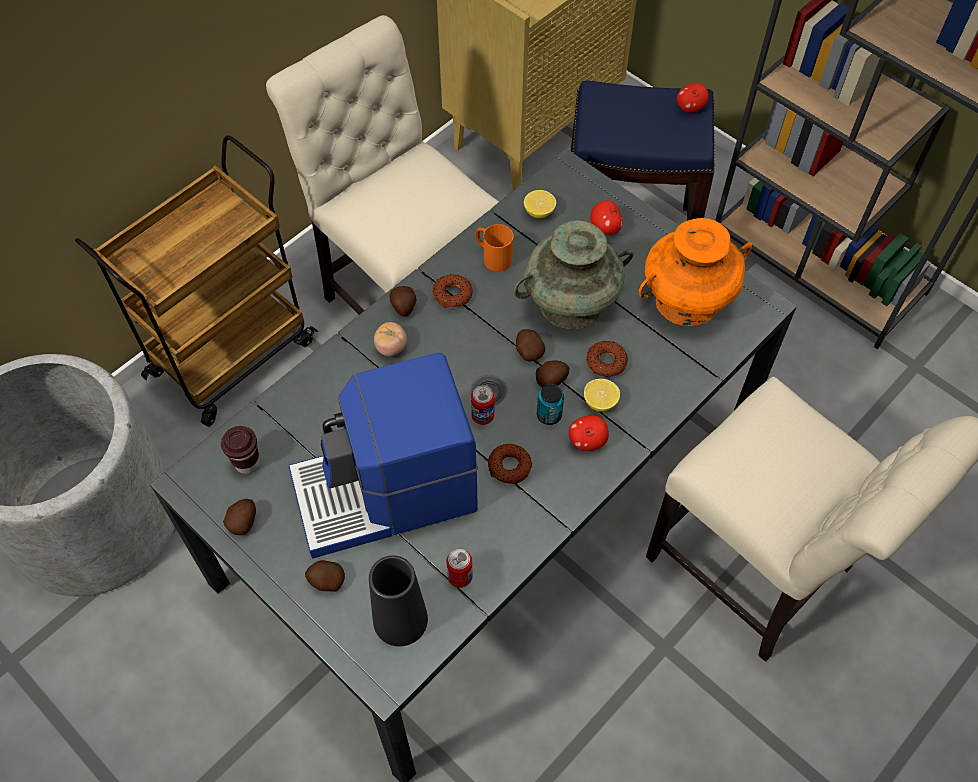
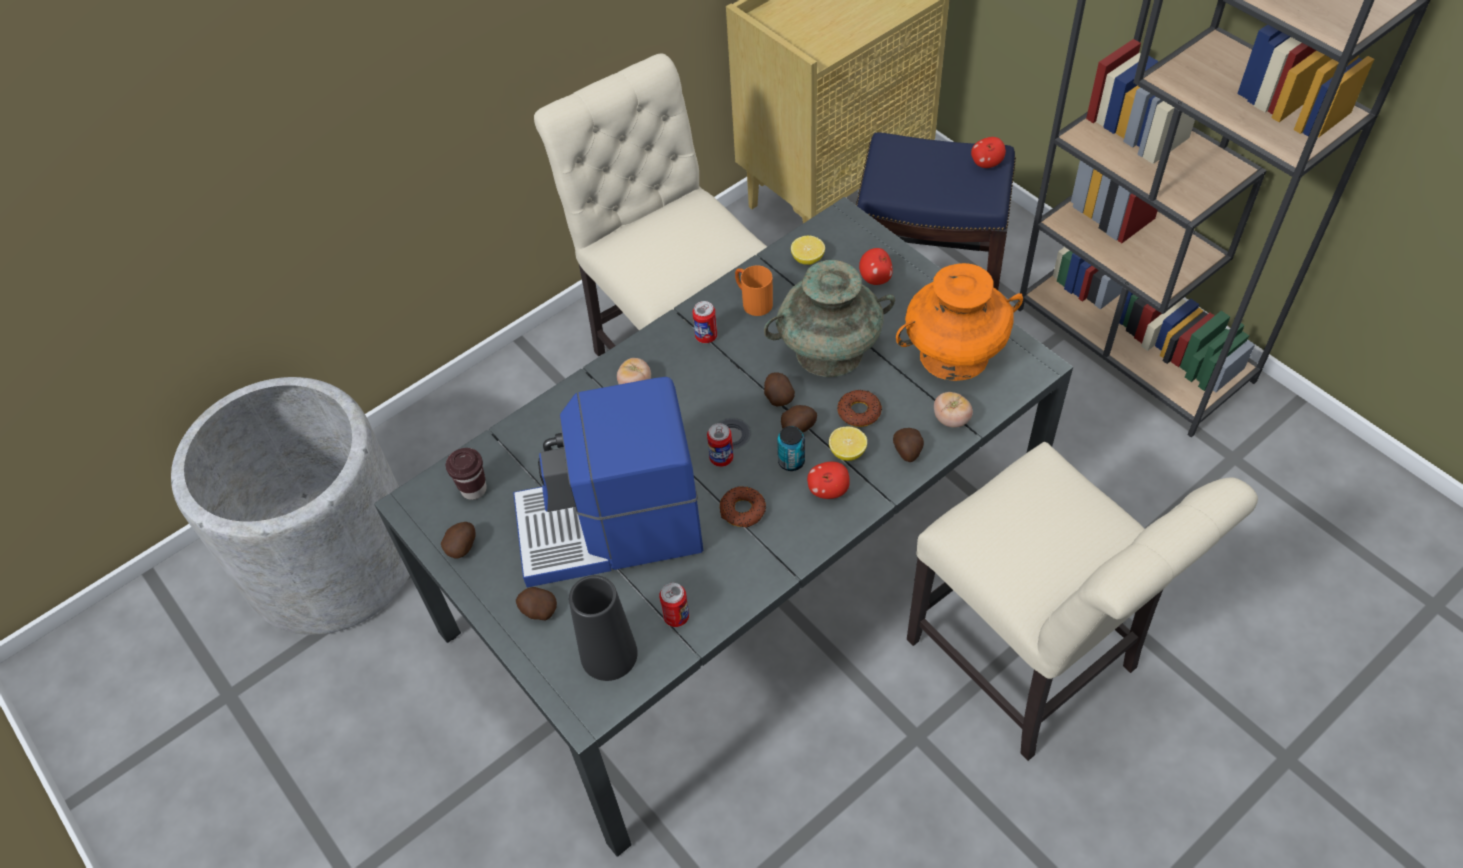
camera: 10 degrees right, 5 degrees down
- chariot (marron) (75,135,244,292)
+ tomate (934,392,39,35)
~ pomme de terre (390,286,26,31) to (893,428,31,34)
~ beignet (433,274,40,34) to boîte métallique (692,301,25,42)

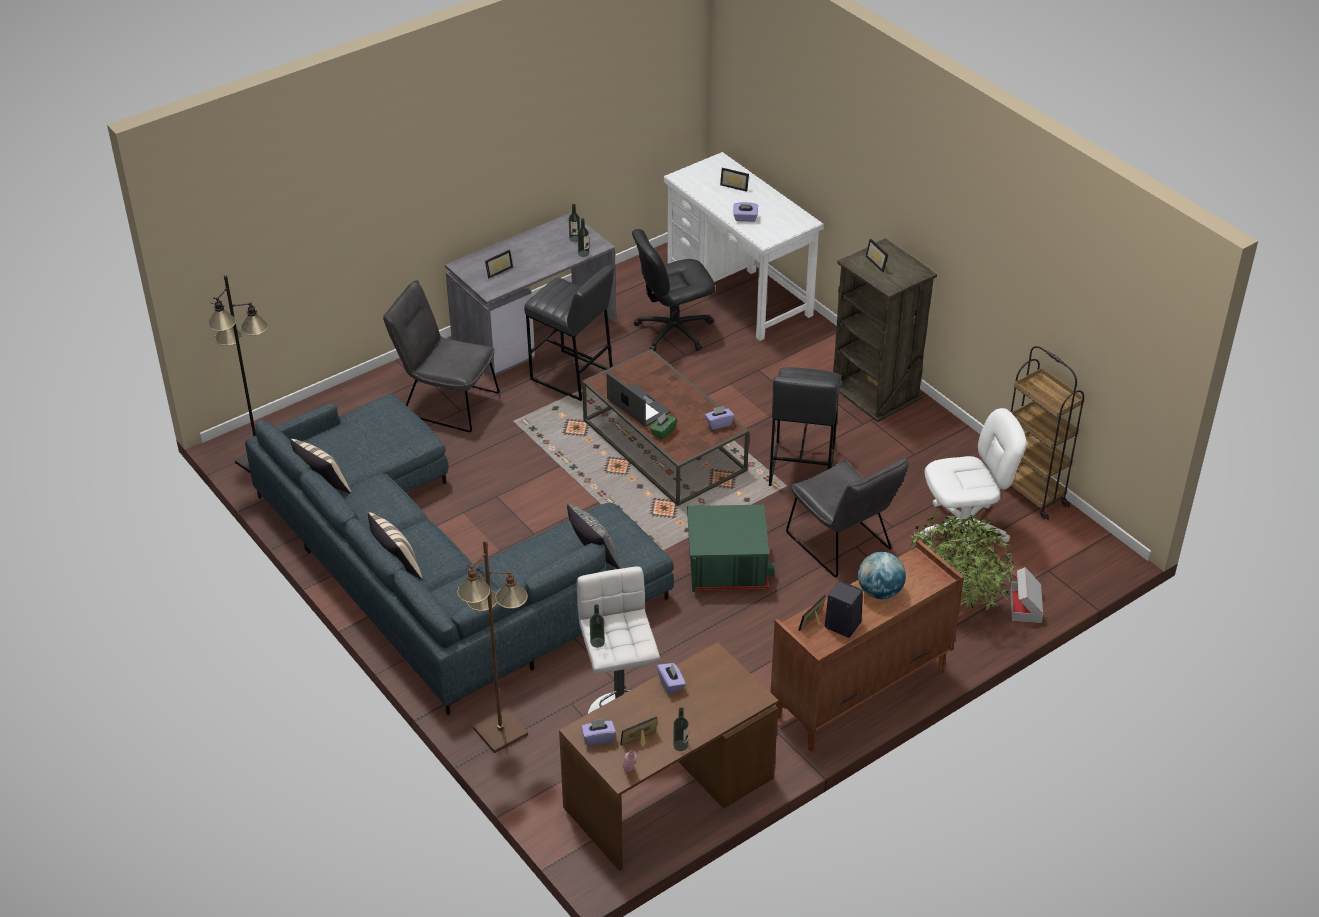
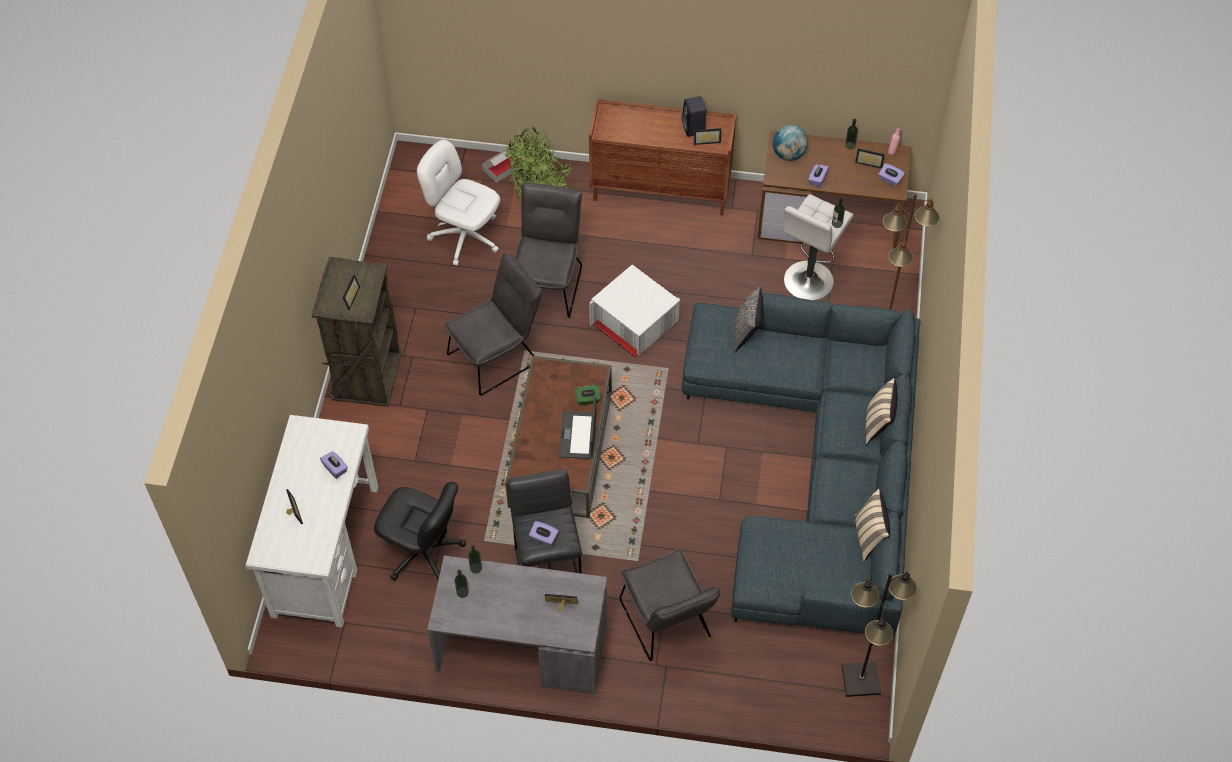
camera: 135 degrees left, 15 degrees up
- chariot (marron) (1011,346,74,174)
~ boîte à mouchoirs (violet) (705,406,29,24) to (529,521,30,25)
~ globe (858,552,48,47) to (772,125,36,36)
~ tabouret (gris) (769,367,72,119) to chaise (gris) (444,253,98,143)
~ boîte de rangement (vert) (687,503,88,89) to boîte de rangement (blanc) (589,264,91,93)

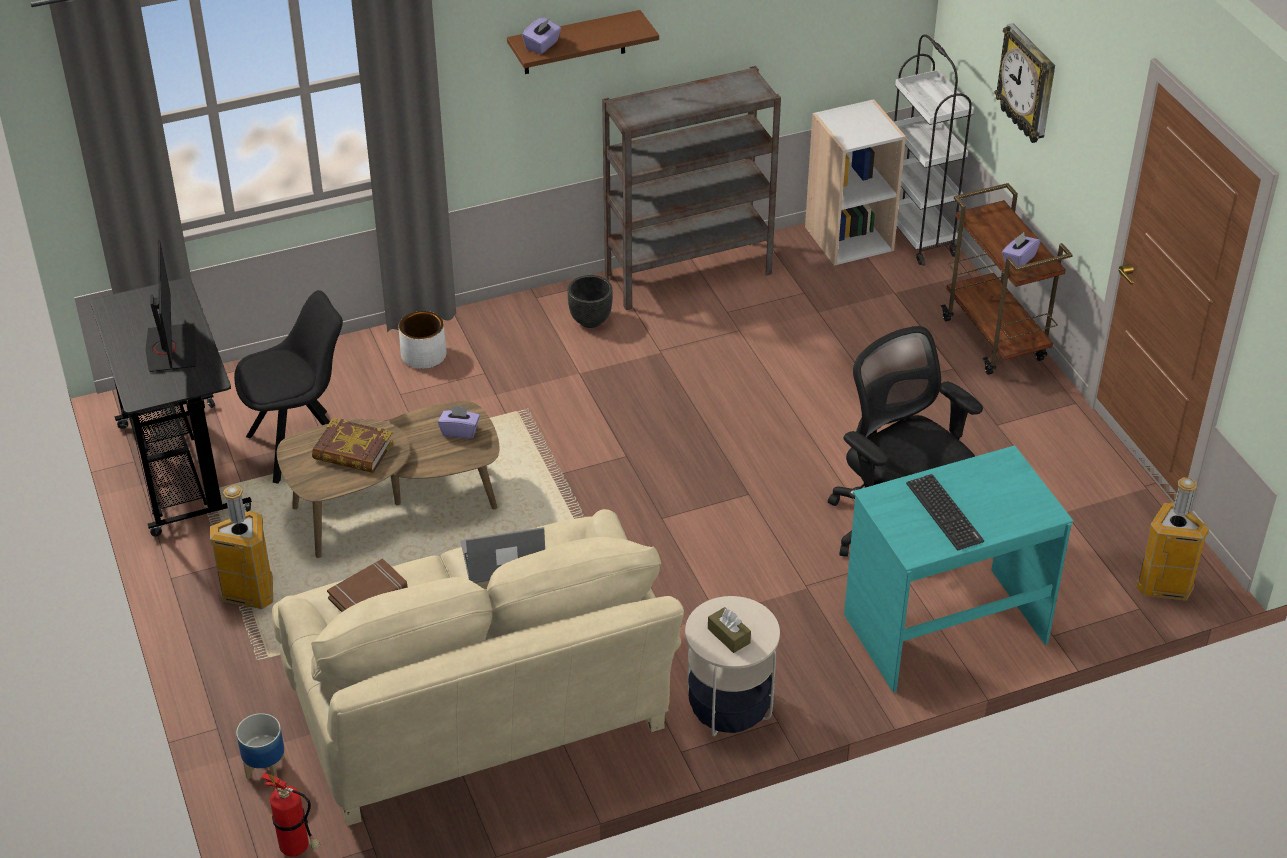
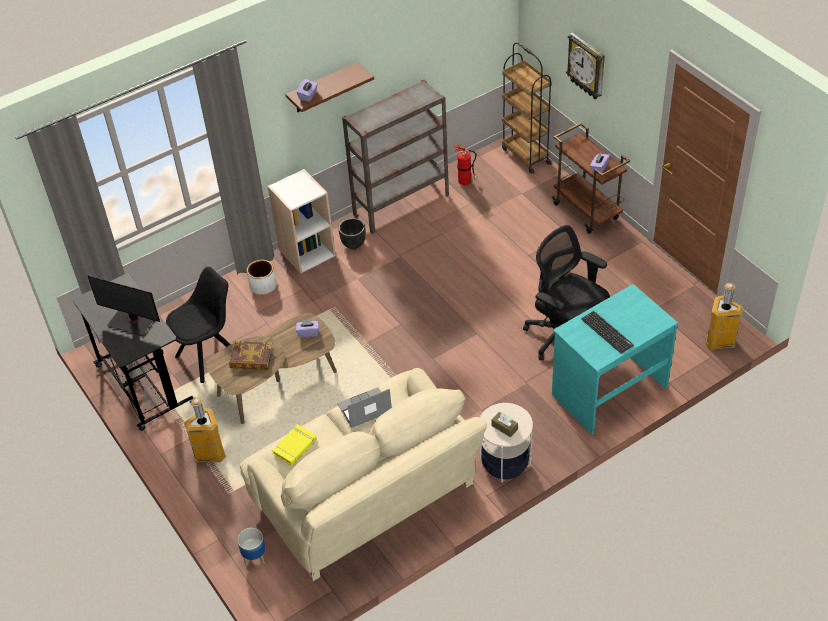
camera: 10 degrees left, 5 degrees up
~ extincteur (261,773,59,84) to (454,144,24,42)
~ bibliothèque (805,99,101,167) to (268,169,68,105)
~ livre (marron) (327,558,81,54) to livre (jaune) (272,424,45,42)
~ chariot (blanc) (894,34,80,232) to chariot (marron) (502,43,50,131)
~ écran d'ordinateur (145,239,51,133) = (88,276,72,60) 135 degrees clockwise

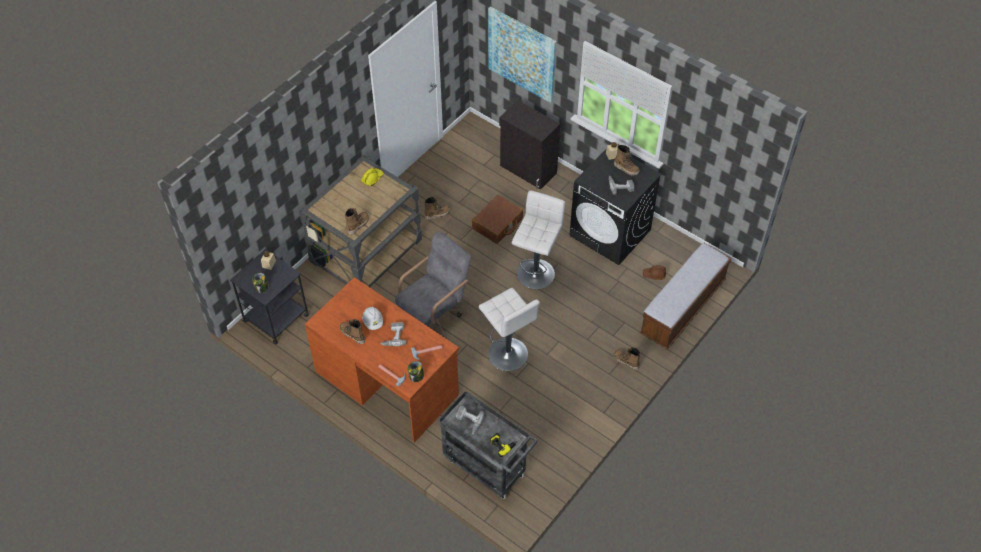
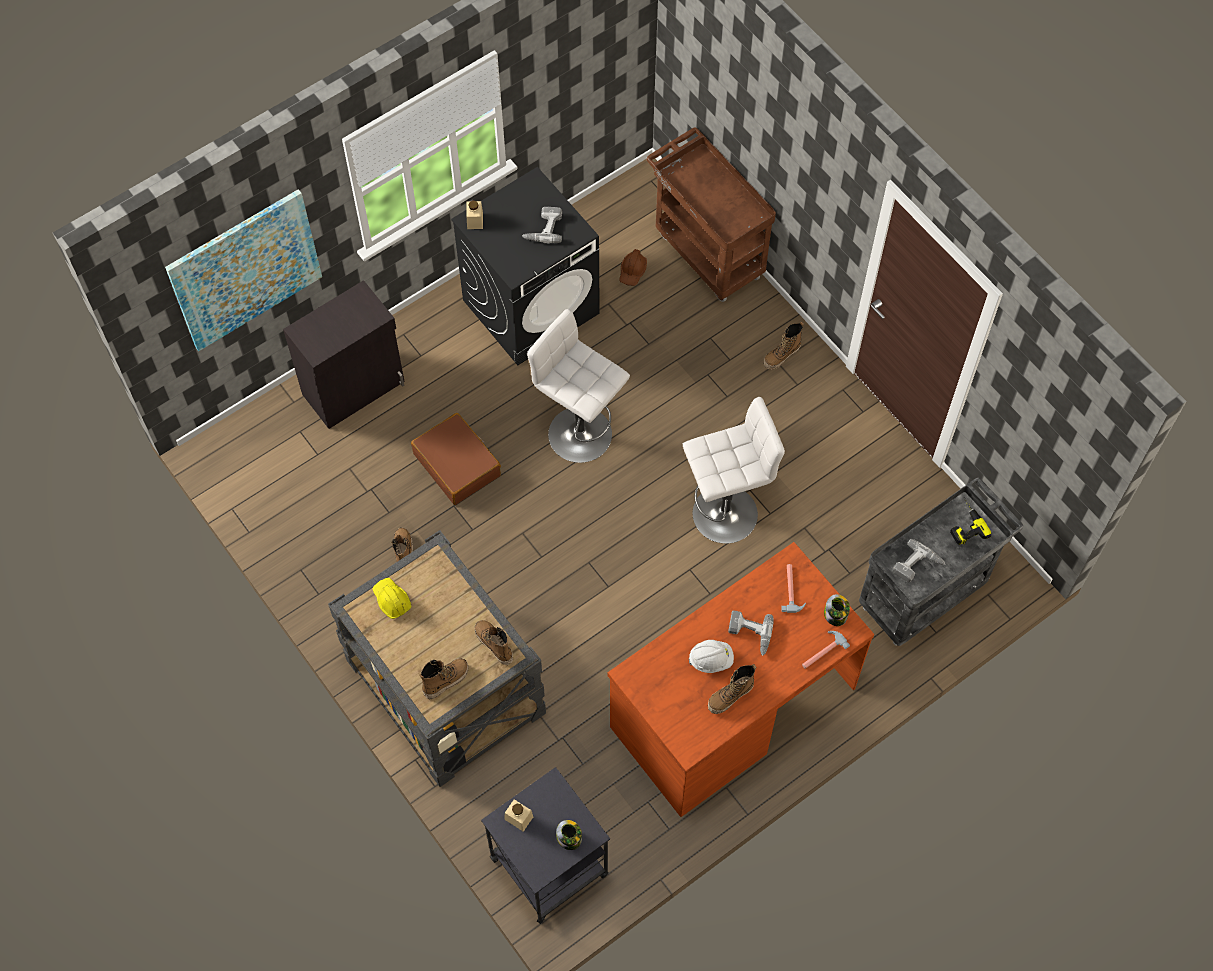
camera: 75 degrees left, 10 degrees up
- chaise de bureau (gris) (395,231,76,107)
~ botte (614,144,26,32) to (419,658,50,41)
~ banc (640,243,91,106) to chariot (marron) (647,127,129,175)

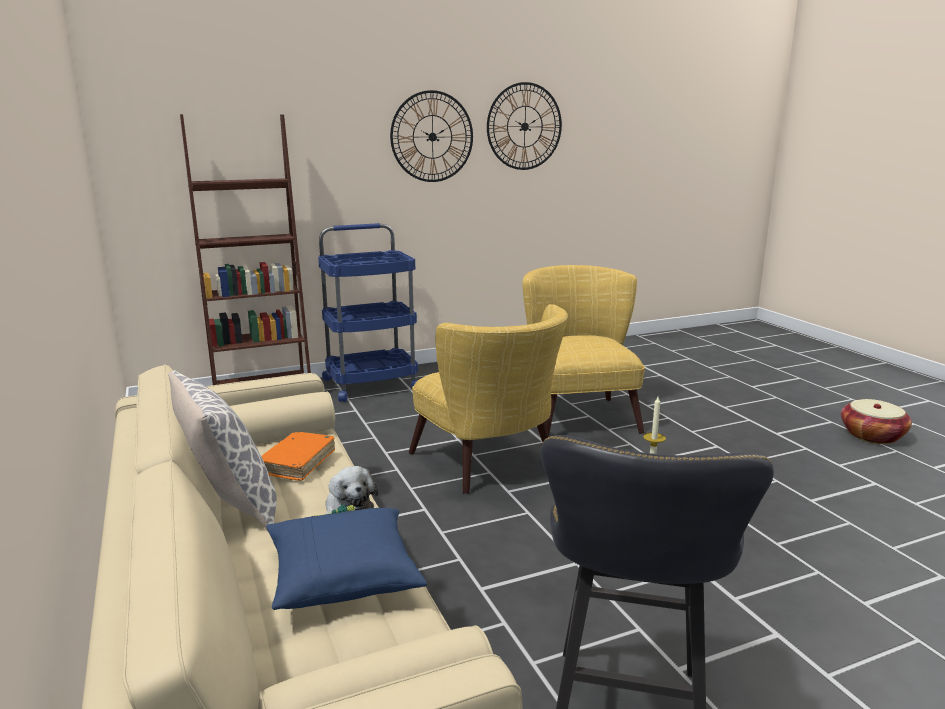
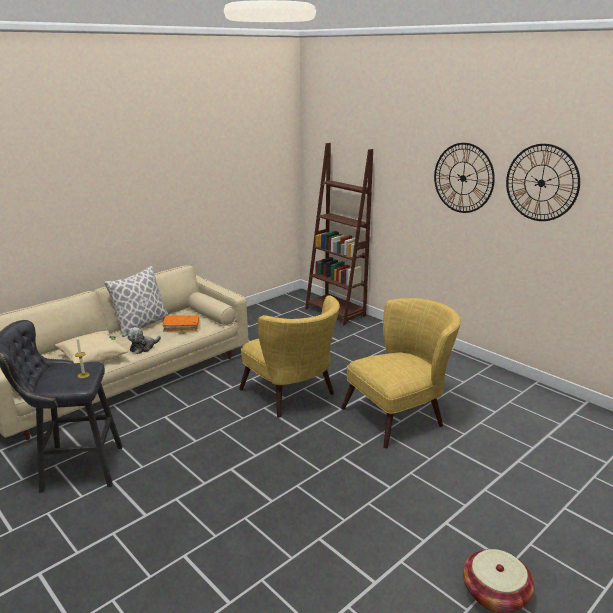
camera: 70 degrees right, 5 degrees up
- chariot (bleu) (318,223,100,179)
~ coussin (bleu) (267,504,160,106) to coussin (beige) (55,330,73,33)
~ fauteuil (jaune) (409,304,159,190) = (239,295,101,123) 75 degrees counterclockwise

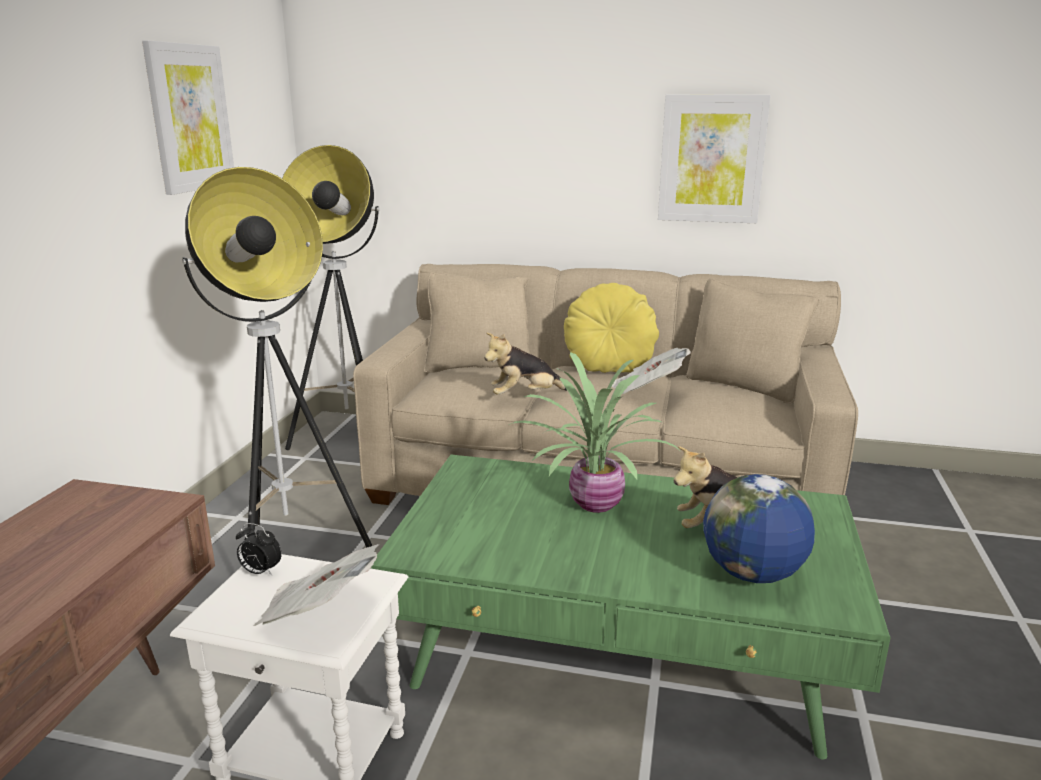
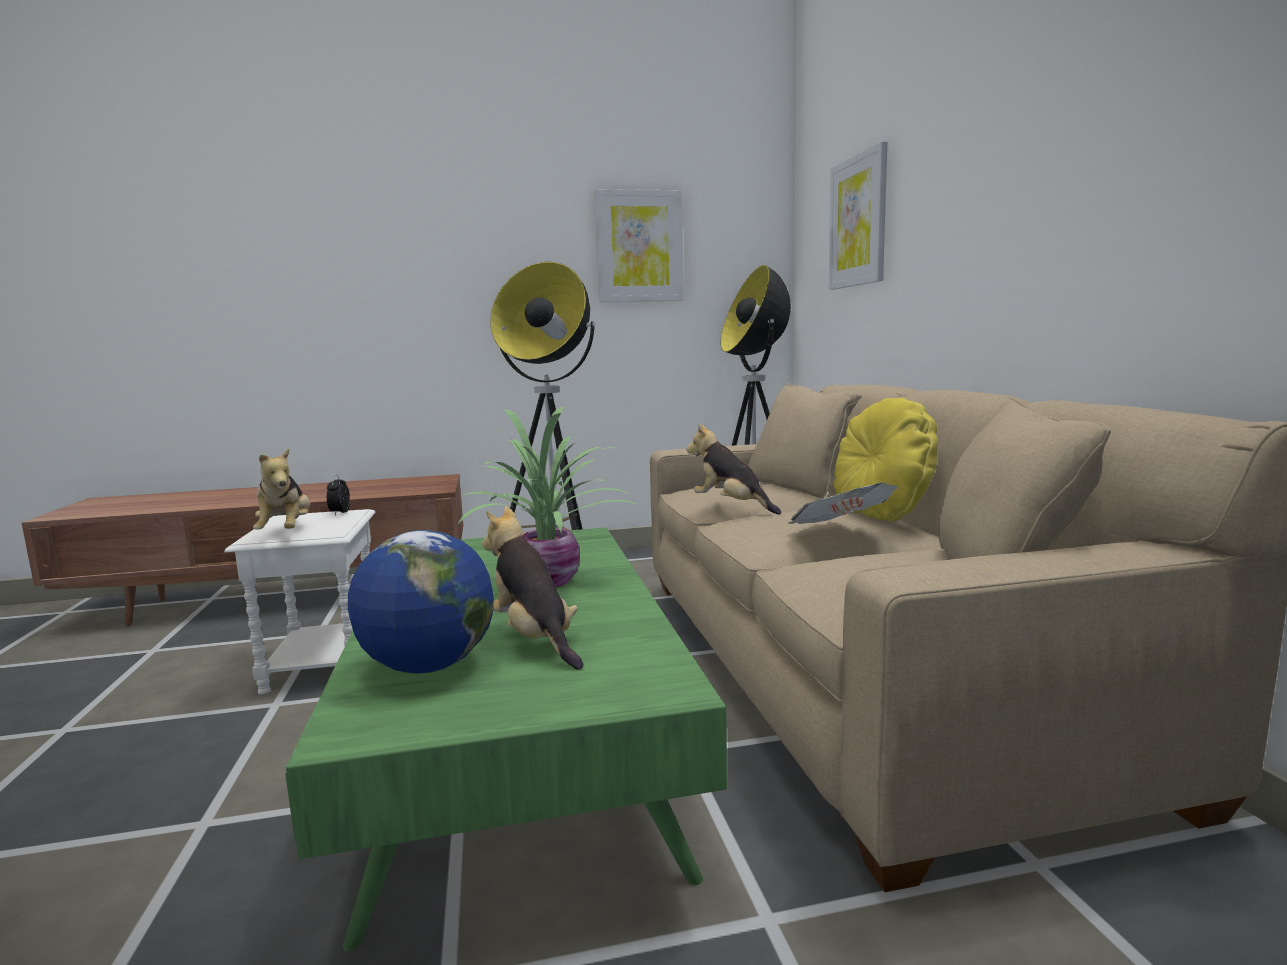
camera: 65 degrees right, 10 degrees down
~ tableau (658,95,113,128) to (829,141,58,149)
~ journal (254,544,125,82) to peluche (253,448,57,82)

